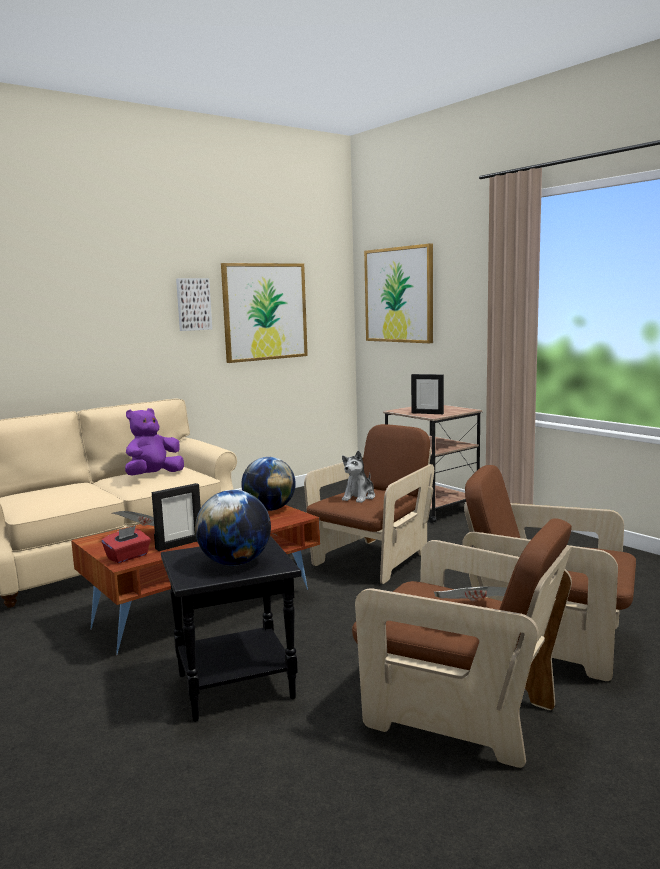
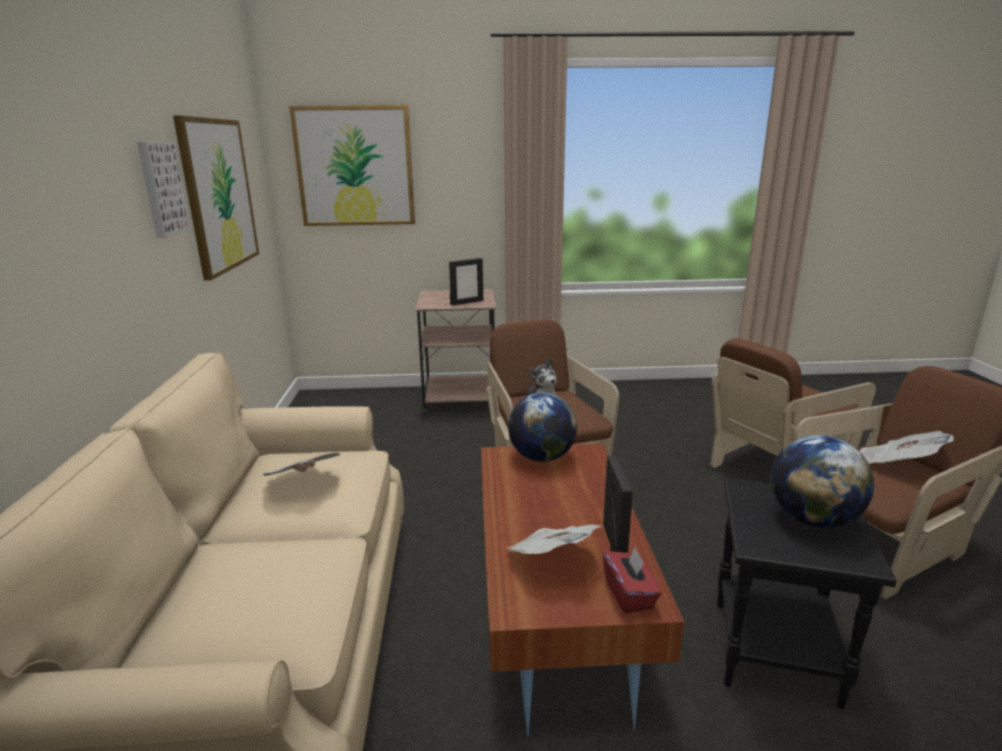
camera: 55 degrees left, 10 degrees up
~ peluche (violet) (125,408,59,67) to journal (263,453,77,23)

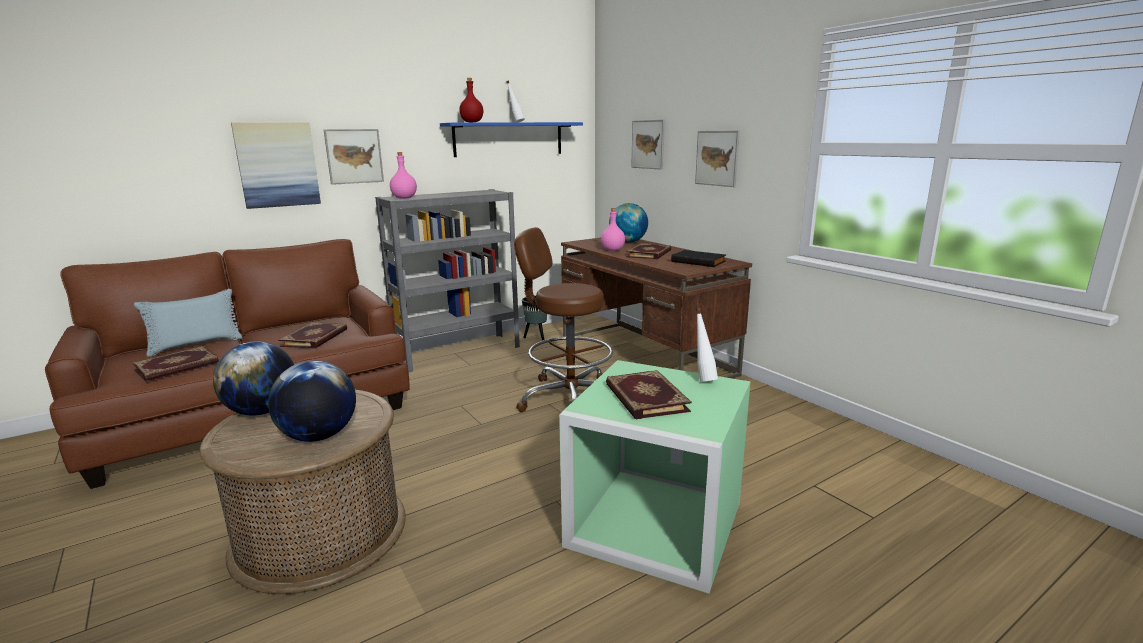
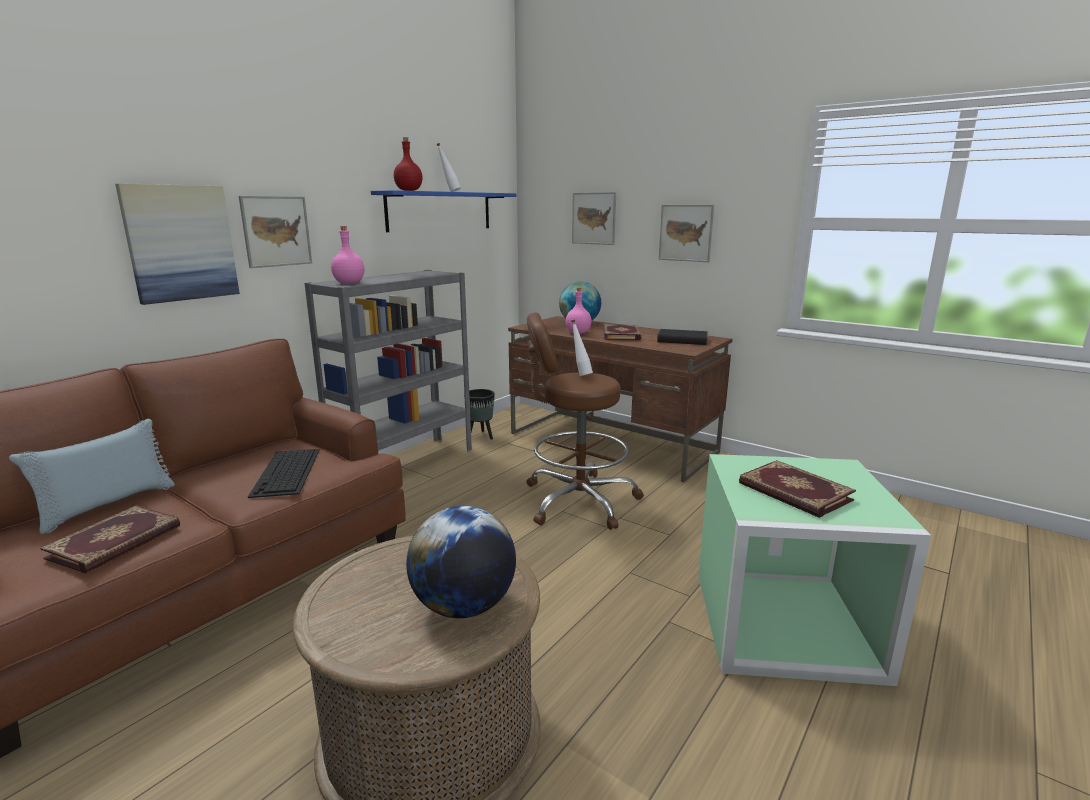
camera: 20 degrees left, 0 degrees up
- globe (213,341,81,75)
~ bouteille (blanc) (696,308,22,73) to (571,320,22,56)
~ livre (278,322,69,27) to clavier (248,449,72,49)

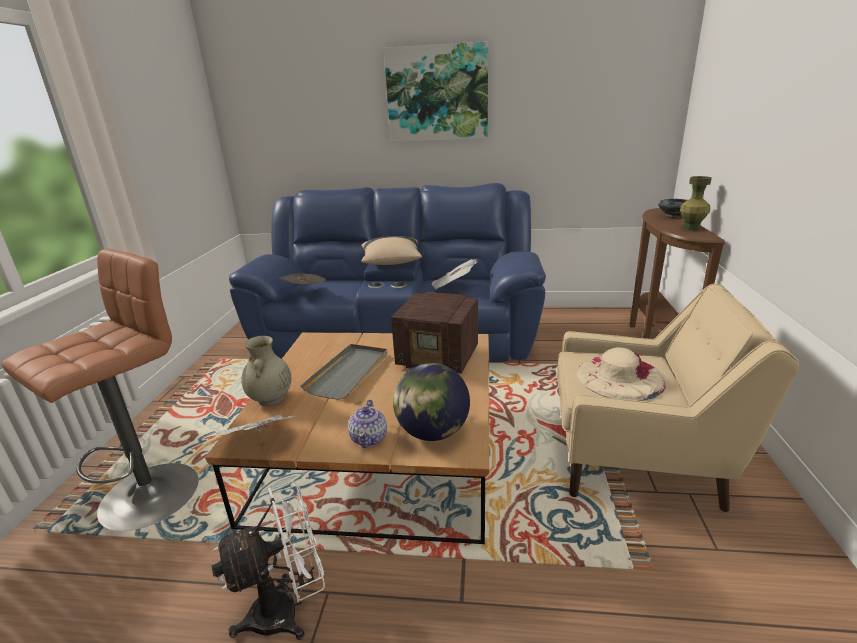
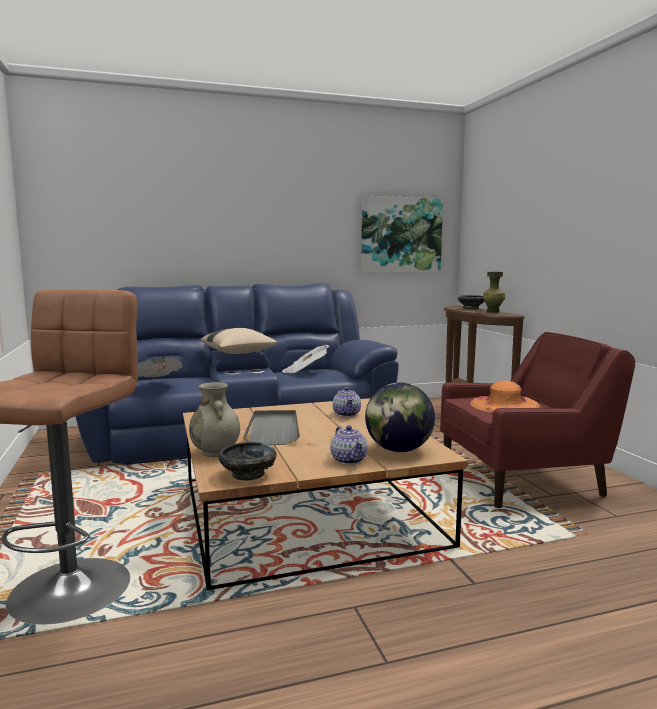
camera: 25 degrees left, 15 degrees down
- ventilateur (blanc) (212,481,113,159)
~ tableau (384,41,104,101) to (361,196,82,76)
~ journal (216,415,80,20) to bol (noir) (218,442,59,39)
~ radio (391,292,87,82) to théière (333,387,28,30)
~ fauteuil (beige) (557,283,242,229) to fauteuil (rouge) (440,332,195,176)
~ chapeau (beige) (577,347,89,54) to chapeau (orange) (470,380,72,33)

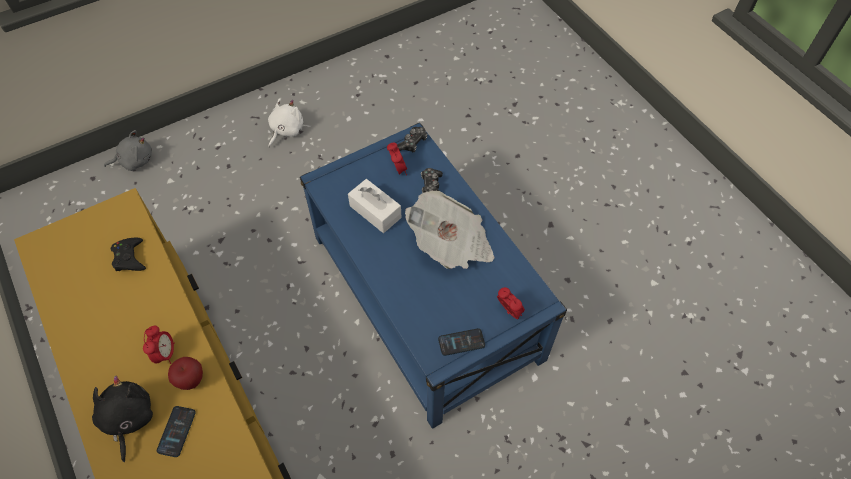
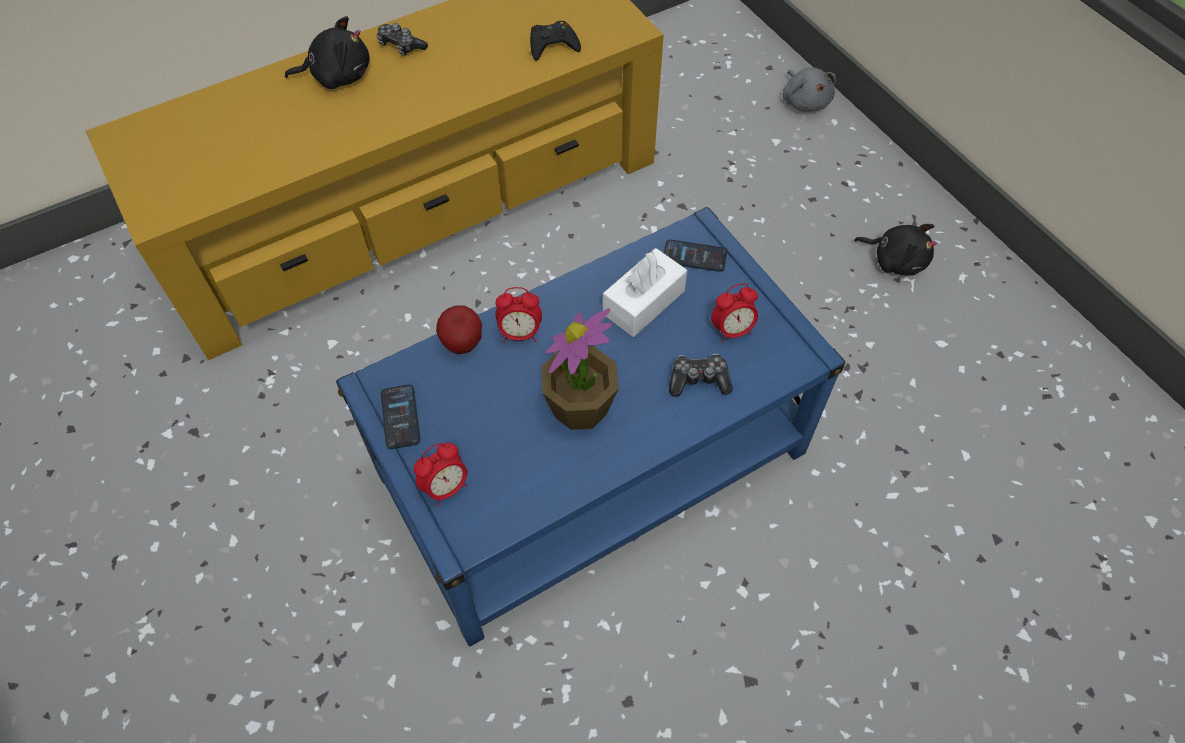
camera: 90 degrees right, 0 degrees up
~ réveil (143,326,32,38) to (495,287,47,56)
~ téléphone (157,406,39,51) to (664,240,63,32)
~ pomme (168,357,35,33) to (436,305,46,49)
~ manette (397,127,31,25) to (377,23,51,33)
~ journal (405,191,90,78) to plante en pot (541,308,78,122)
~ peluche (blanc) (268,99,35,48) to peluche (noir) (854,224,84,51)

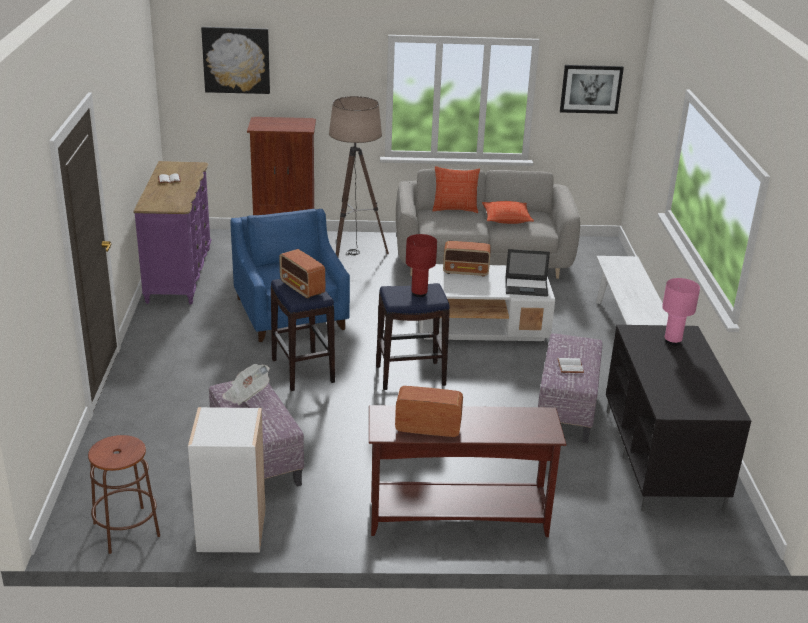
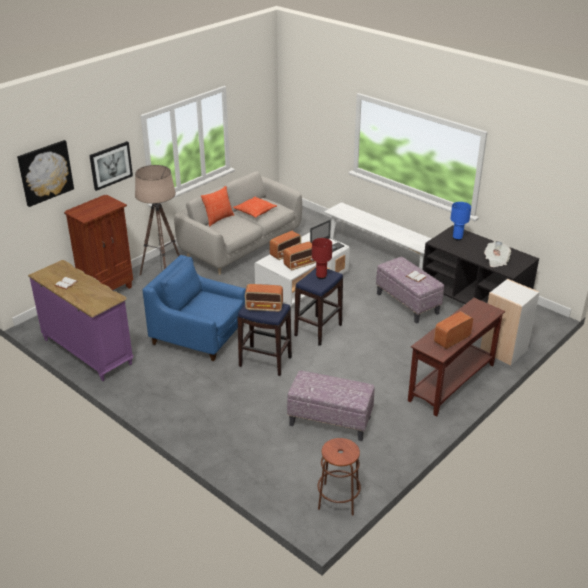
camera: 45 degrees left, 5 degrees up
+ radio (284,242,32,28)
~ bibliothèque (188,407,78,145) to (480,279,60,86)
~ journal (222,364,48,41) to (484,240,27,27)
~ tableau (560,65,64,49) to (89,141,44,50)
~ lampe de table (rose) (662,278,38,67) to lampe de table (bleu) (451,202,20,39)

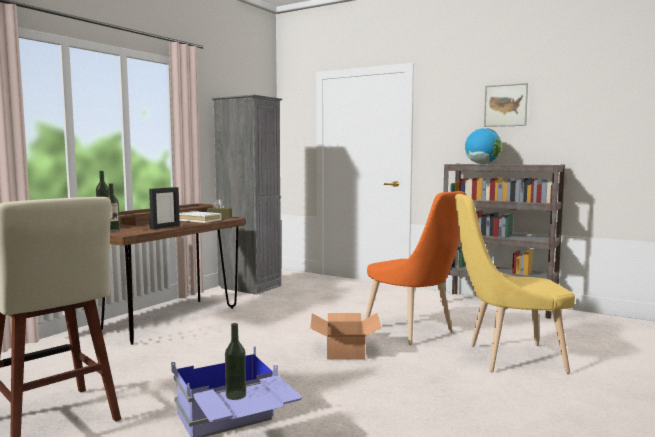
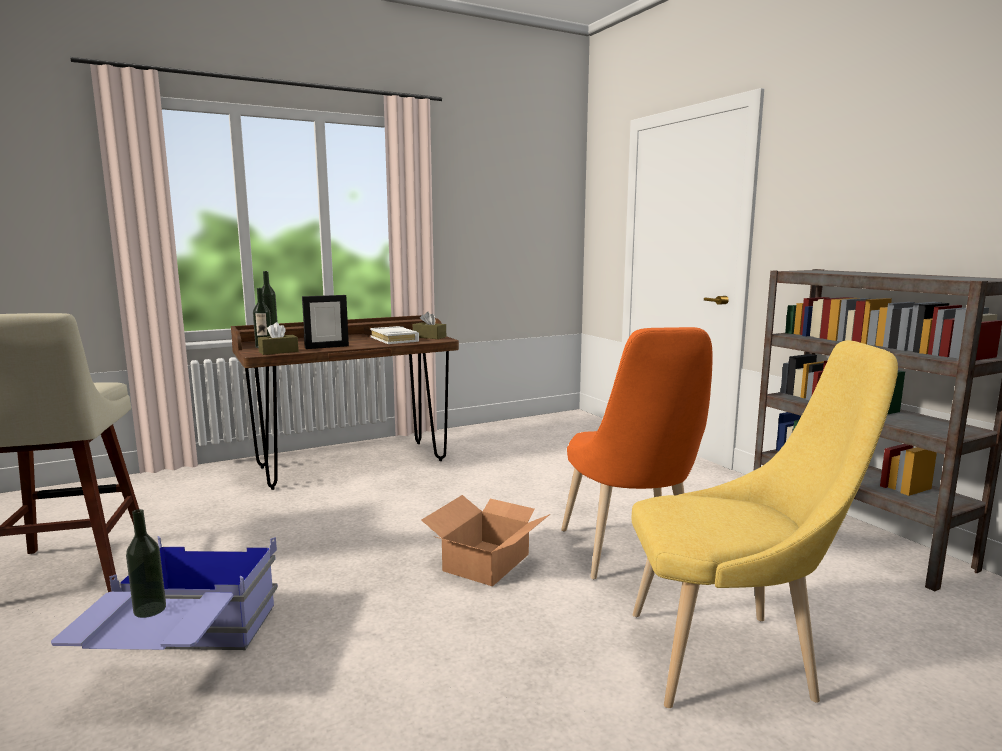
camera: 30 degrees right, 5 degrees up
- meuble de rangement (gris) (212,95,70,200)
- globe (465,128,37,36)
- tableau (484,83,44,44)
+ boîte à mouchoirs (marron) (258,322,41,33)
~ chaise (jaune) (455,194,120,180) = (632,340,266,368) 150 degrees clockwise

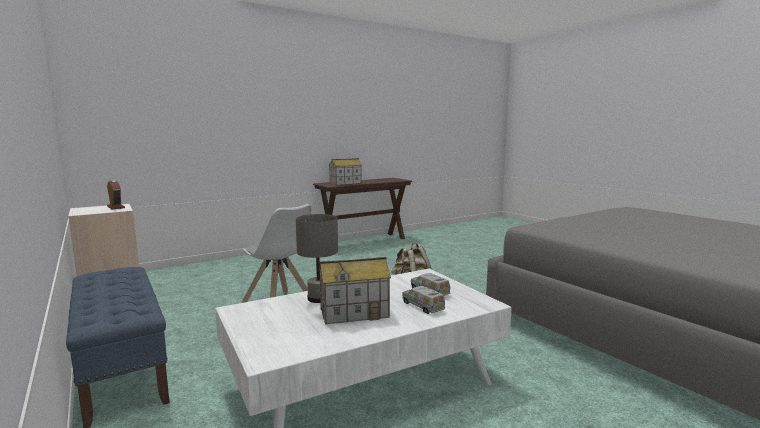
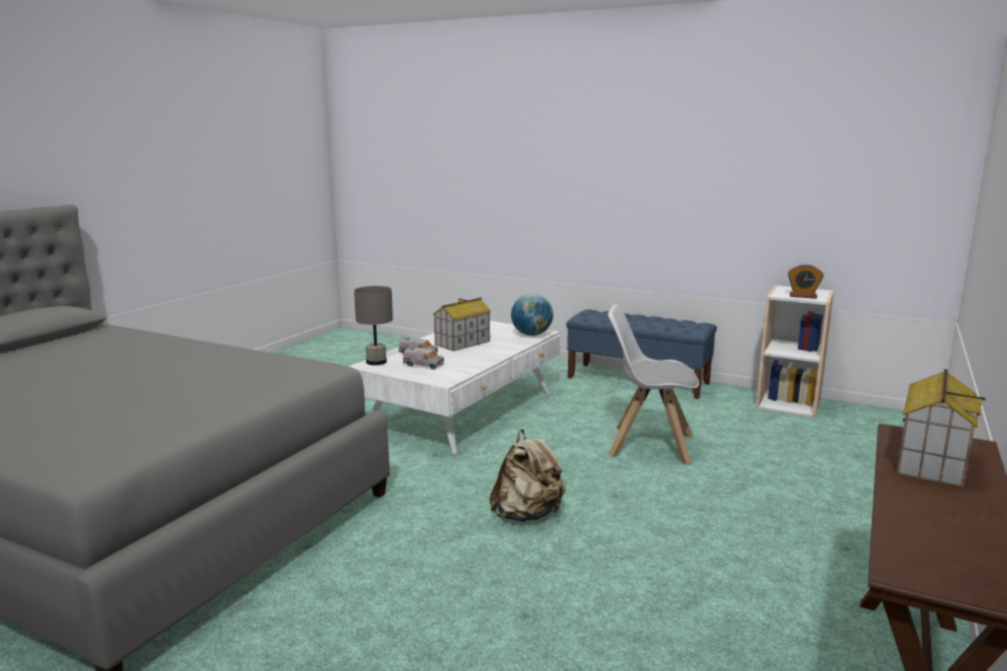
camera: 150 degrees right, 5 degrees up
+ globe (511,294,42,42)
~ lampe de table (gris) (296,214,42,89) to (354,286,39,79)

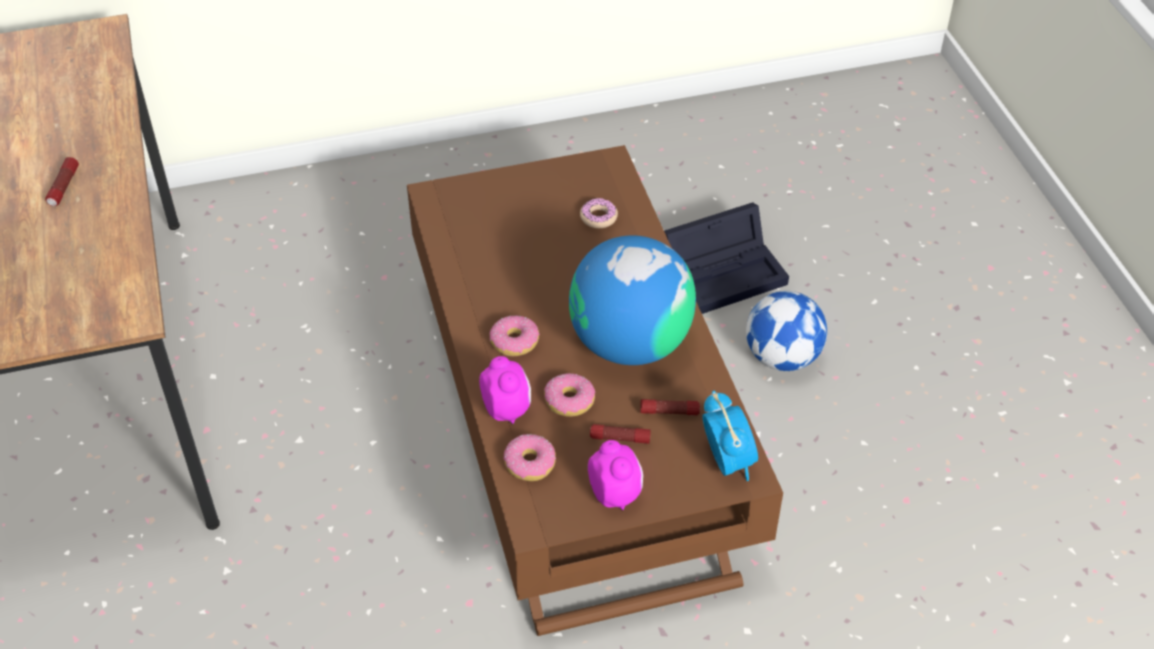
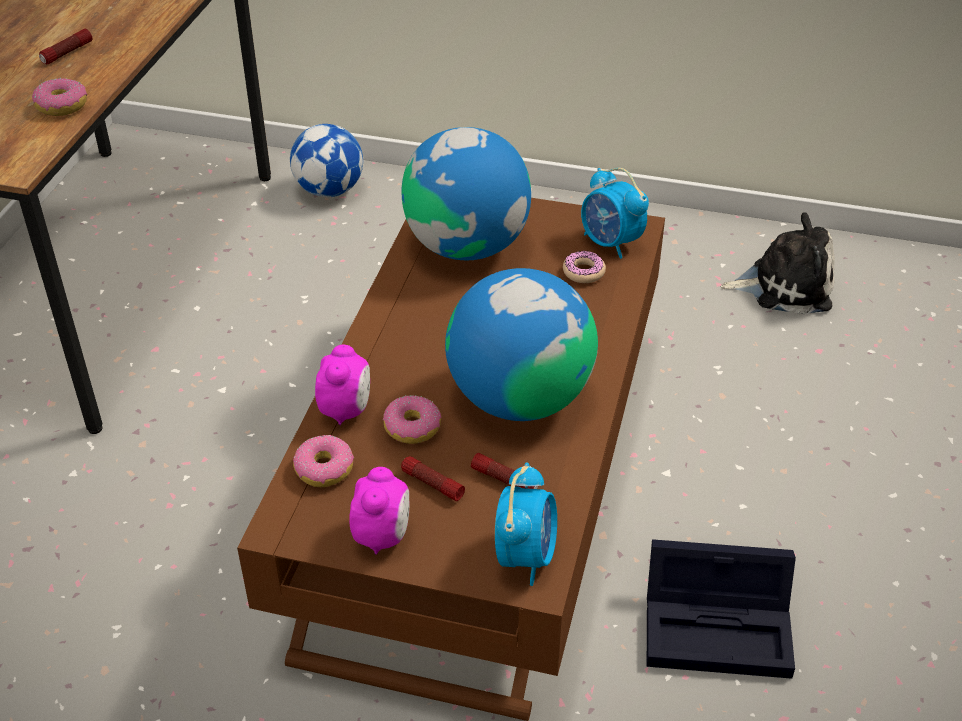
camera: 30 degrees right, 5 degrees down
+ globe (402,127,129,133)
+ réveil (581,168,68,91)
+ peluche (720,212,115,103)
~ beignet (490,315,49,41) to (32,78,55,38)
~ boîte de rangement (noir) (664,202,125,112) to (647,539,149,140)
~ ballon de foot (746,291,81,80) to (290,124,73,73)

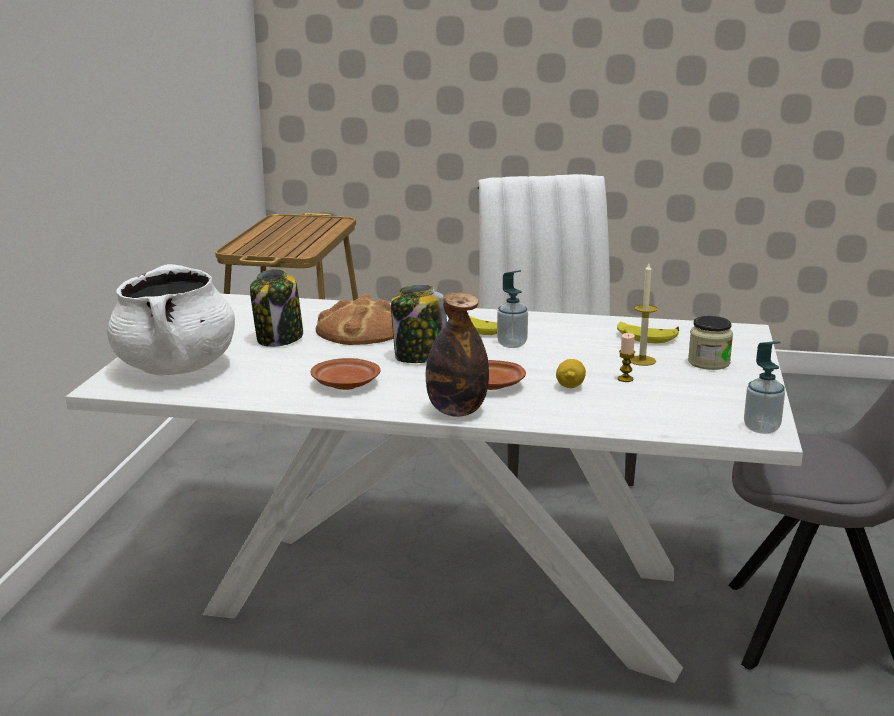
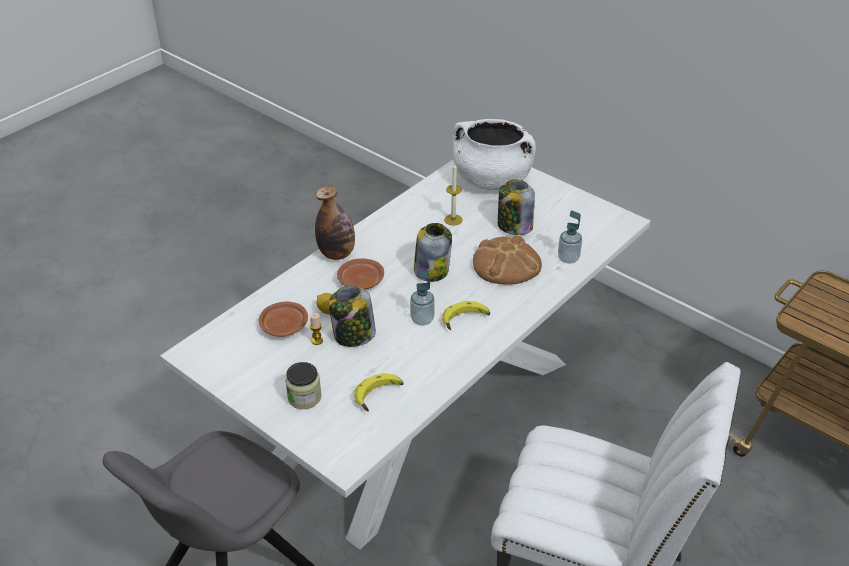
camera: 120 degrees right, 20 degrees up
+ bocal (329,286,47,61)
~ assiette (marron) (311,358,70,32) to (259,302,49,35)
~ bougie (630,263,28,103) to (444,163,19,62)
~ distributeur de savon (744,341,41,93) to (558,210,24,53)

